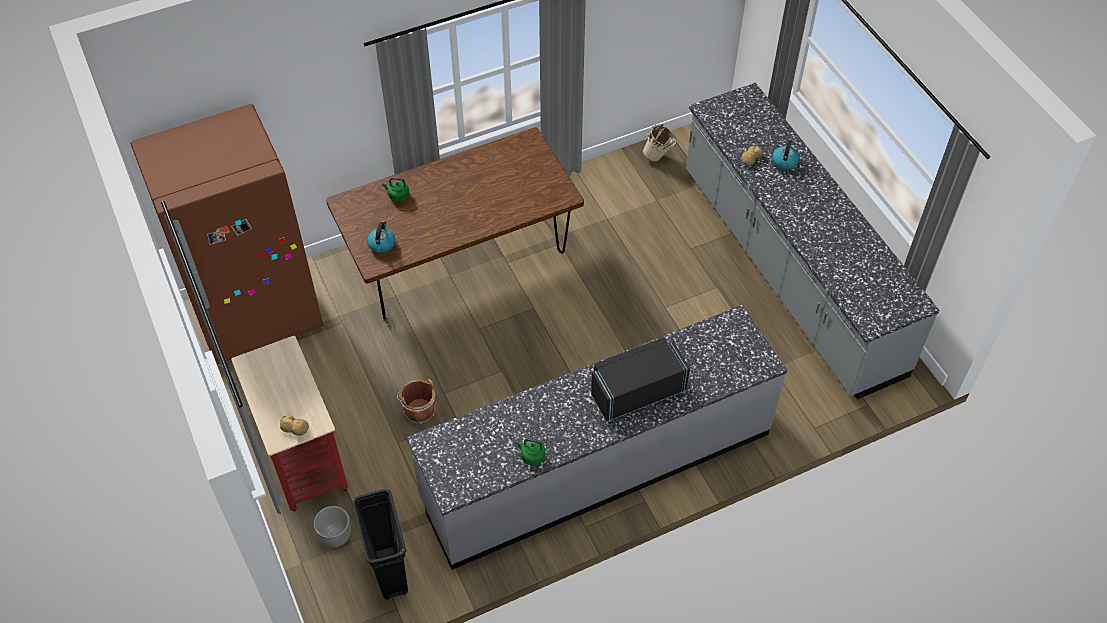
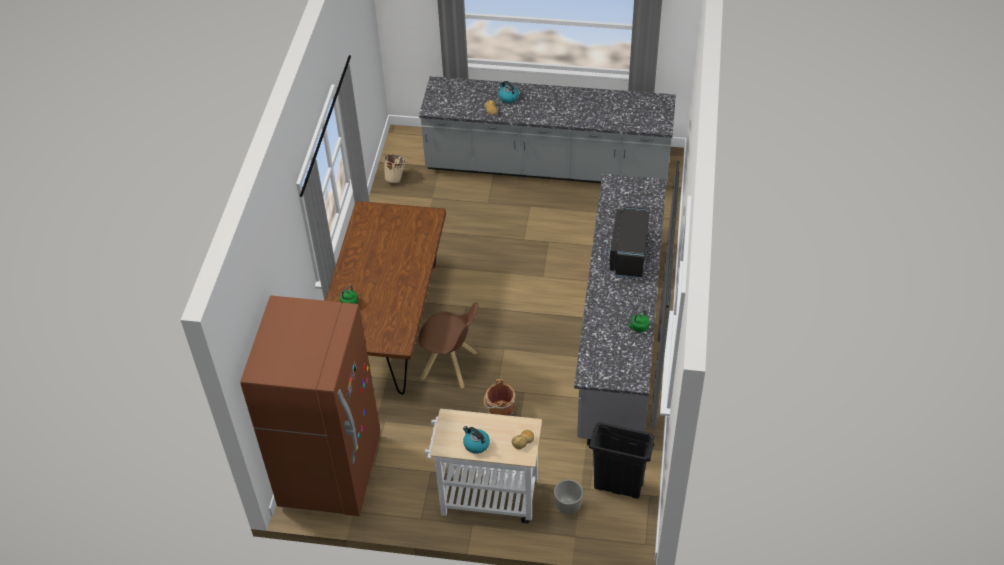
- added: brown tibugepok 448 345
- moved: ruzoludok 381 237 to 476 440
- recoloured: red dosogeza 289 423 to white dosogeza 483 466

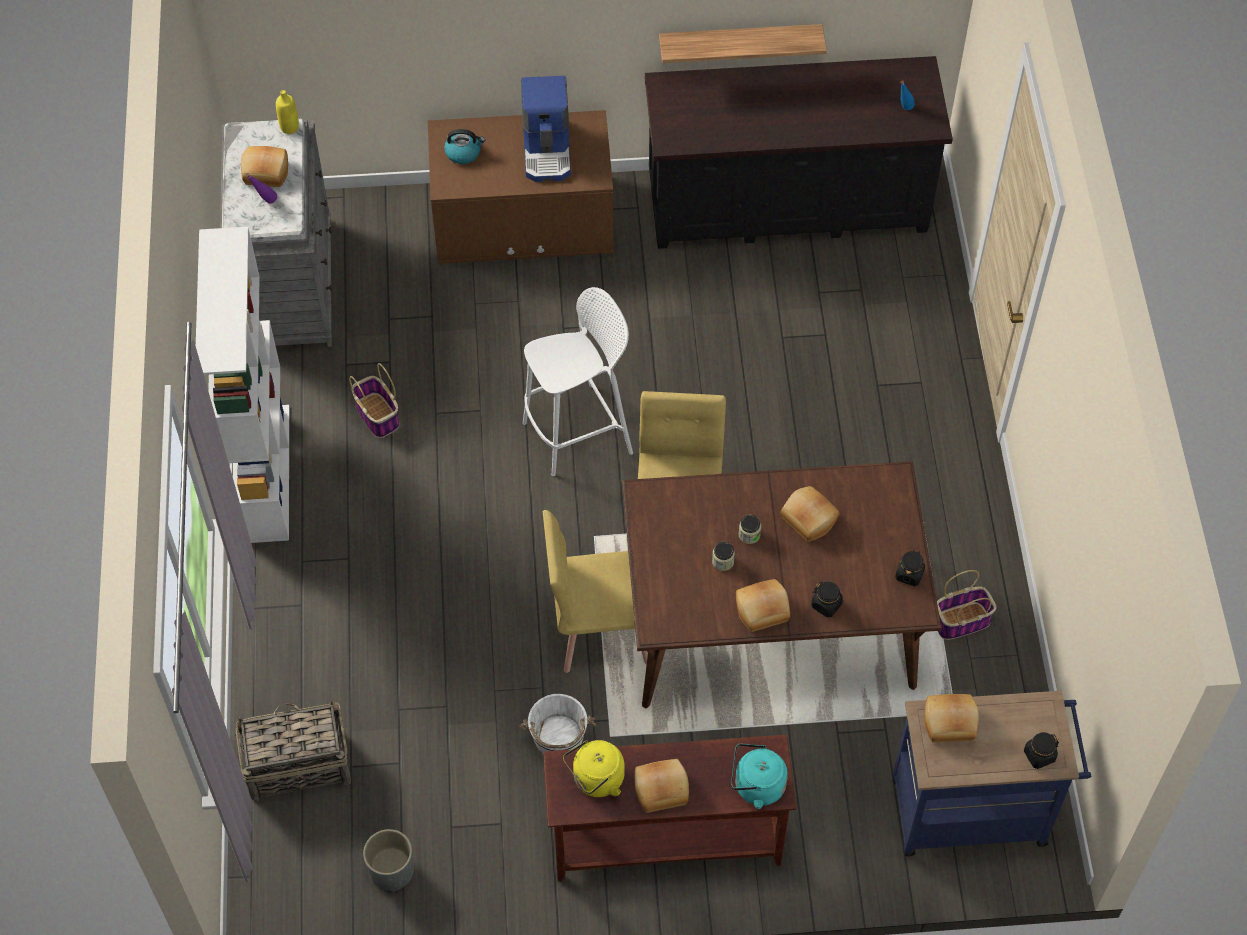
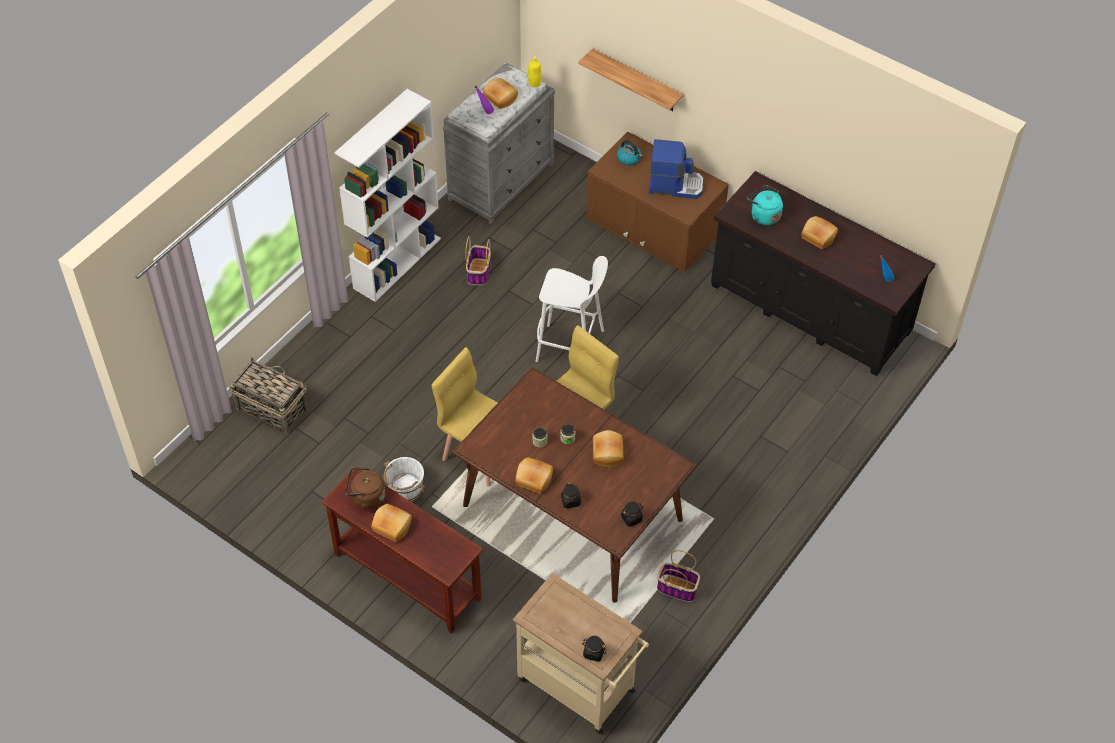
- removed: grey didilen 388 860
- moved: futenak 743 43 to 631 80
- moved: turquoise ruzoludok 759 776 to 765 205
- moved: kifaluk 951 718 to 819 232
- recoloured: yellow ruzoludok 594 768 to brown ruzoludok 365 489
- recoloured: blue dosogeza 992 773 to beige dosogeza 581 653
- turned: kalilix 546 129 = 676 169 120 degrees counterclockwise

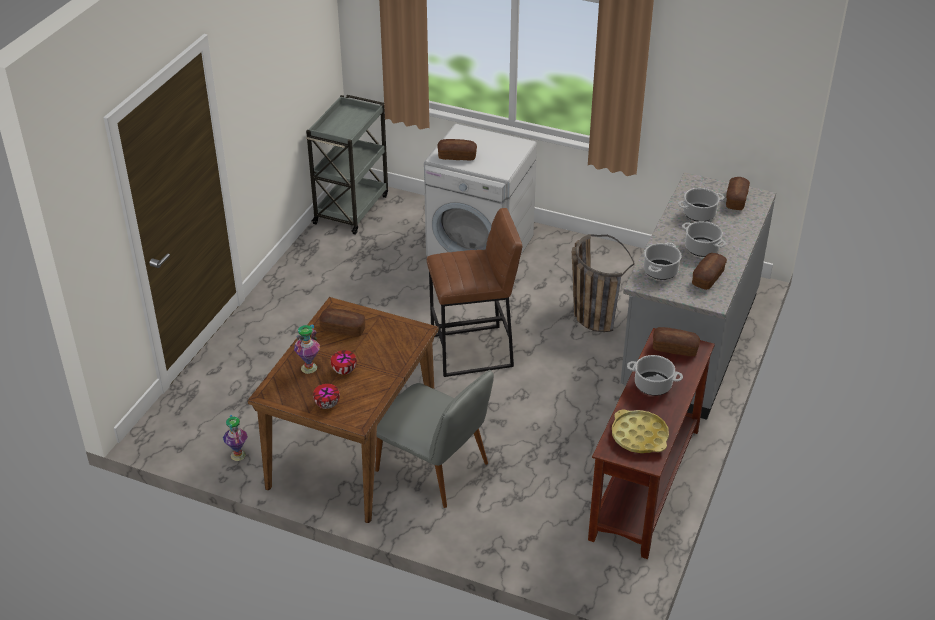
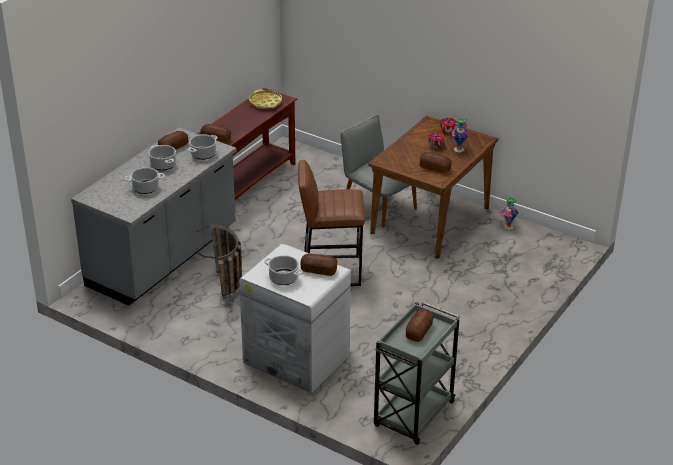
- moved: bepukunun 655 375 to 283 270
- moved: kifaluk 738 193 to 420 325

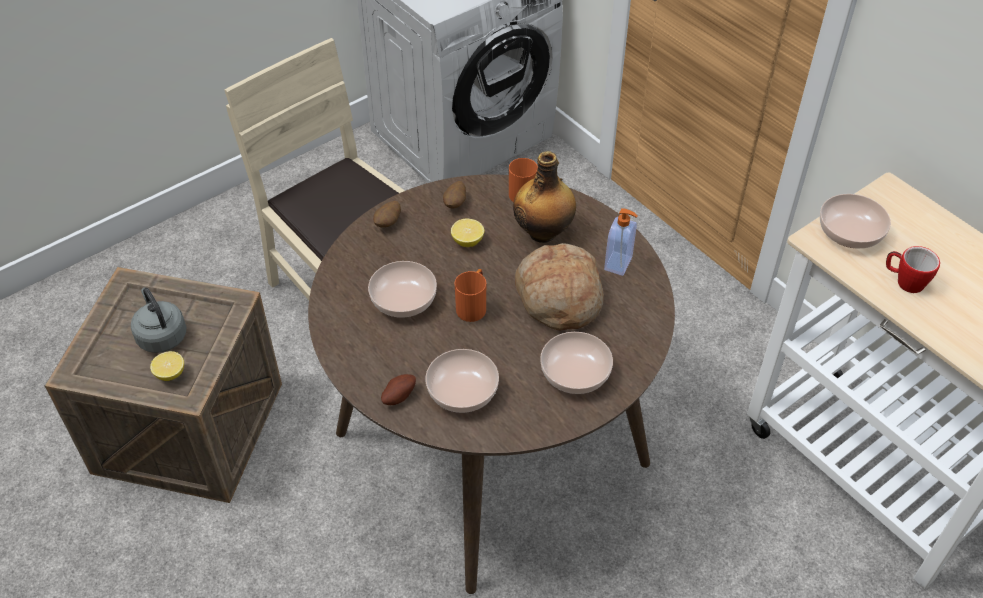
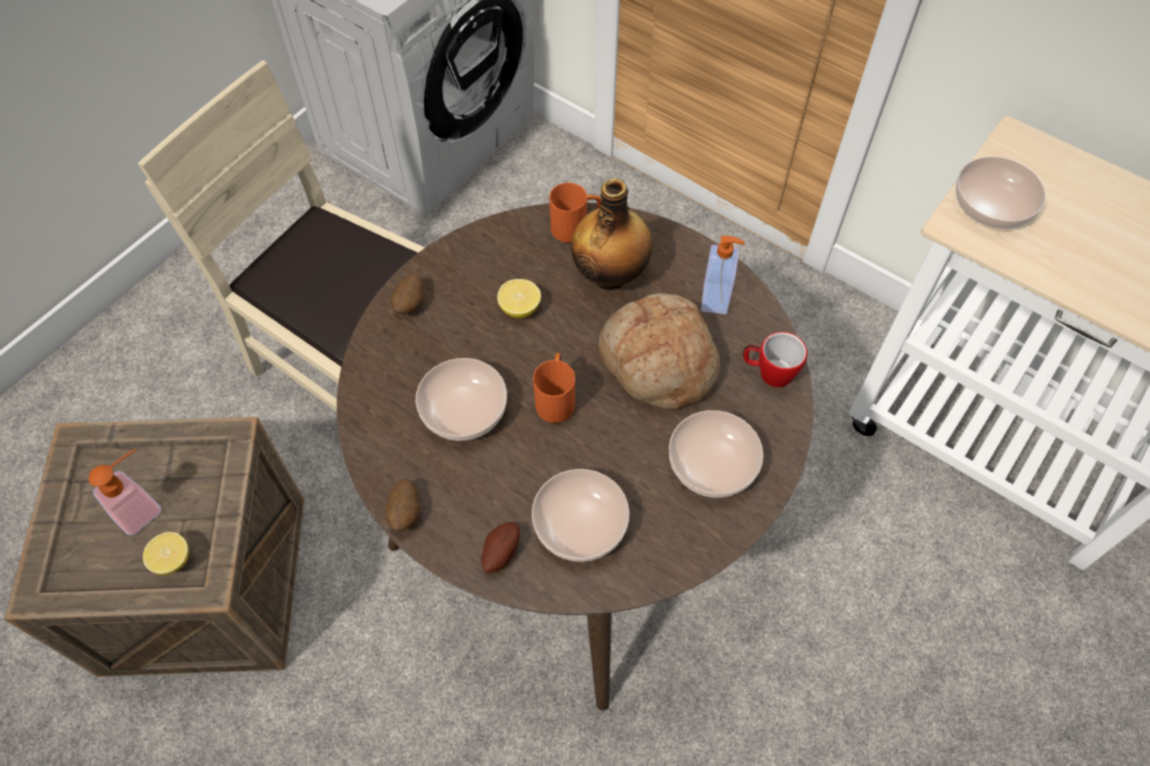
- moved: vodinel 454 195 to 402 505
- moved: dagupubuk 913 269 to 775 360
- replaced: grey ruzoludok 159 320 to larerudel 125 492

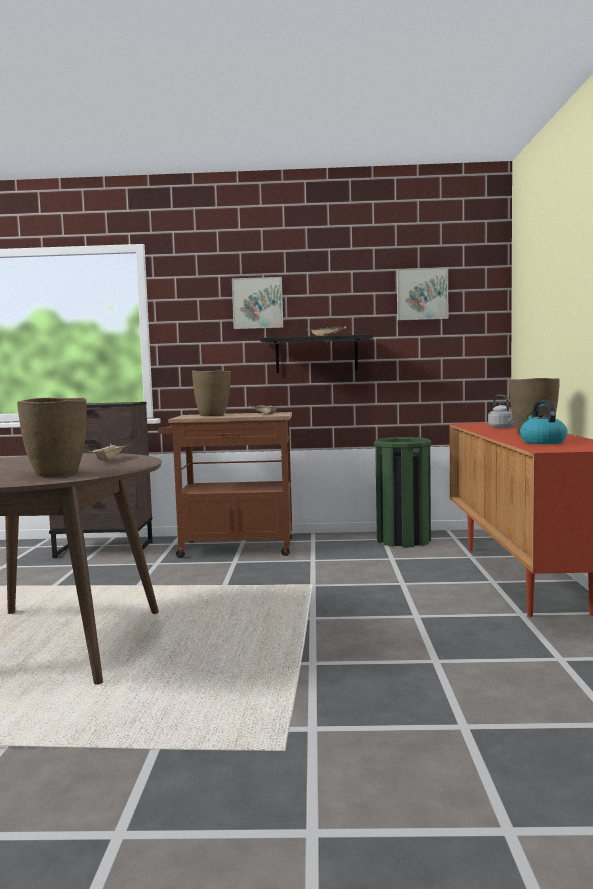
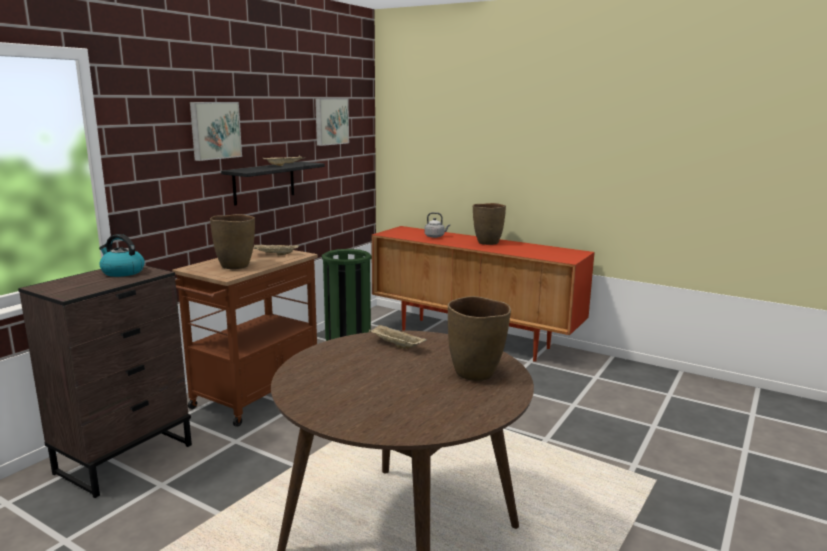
- moved: ruzoludok 544 422 to 122 255

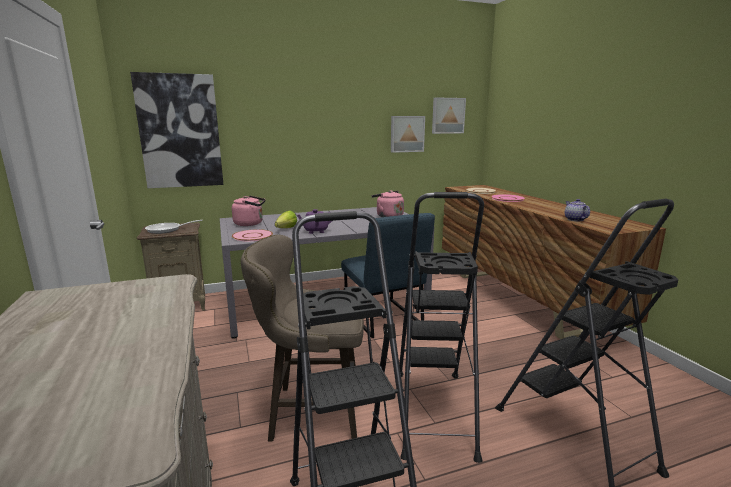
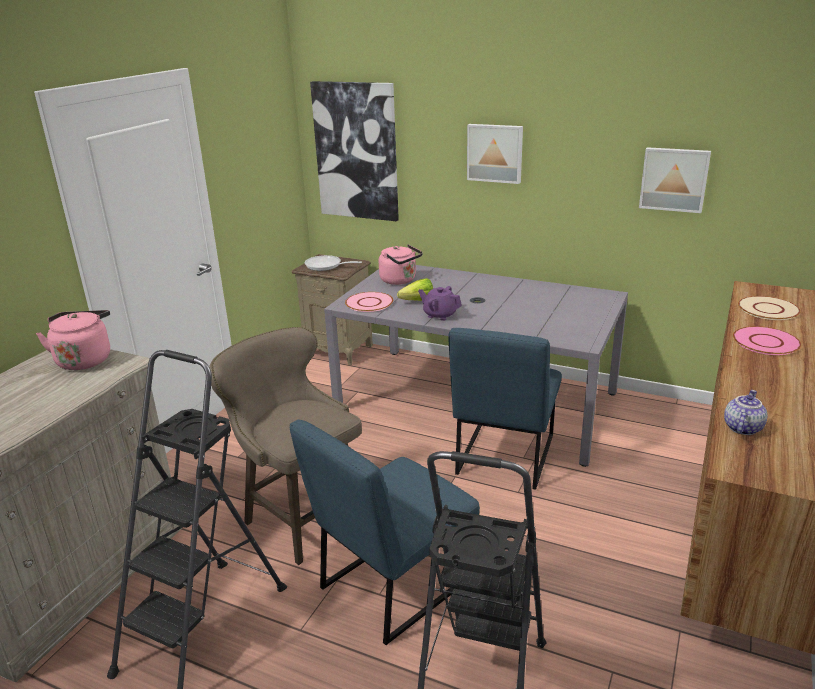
- moved: pink ruzoludok 388 203 to 73 340
- moved: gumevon 449 115 to 495 154
- replaced: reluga 441 327 to blue tibugepok 385 532

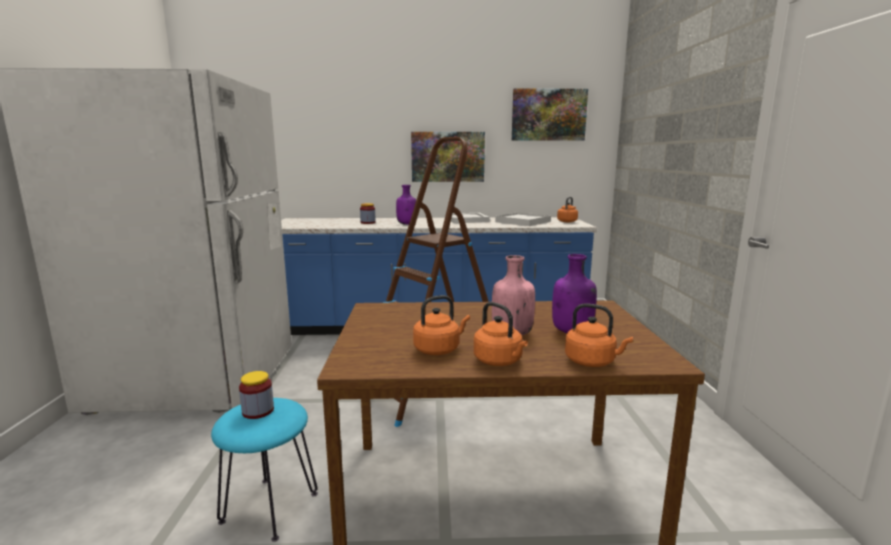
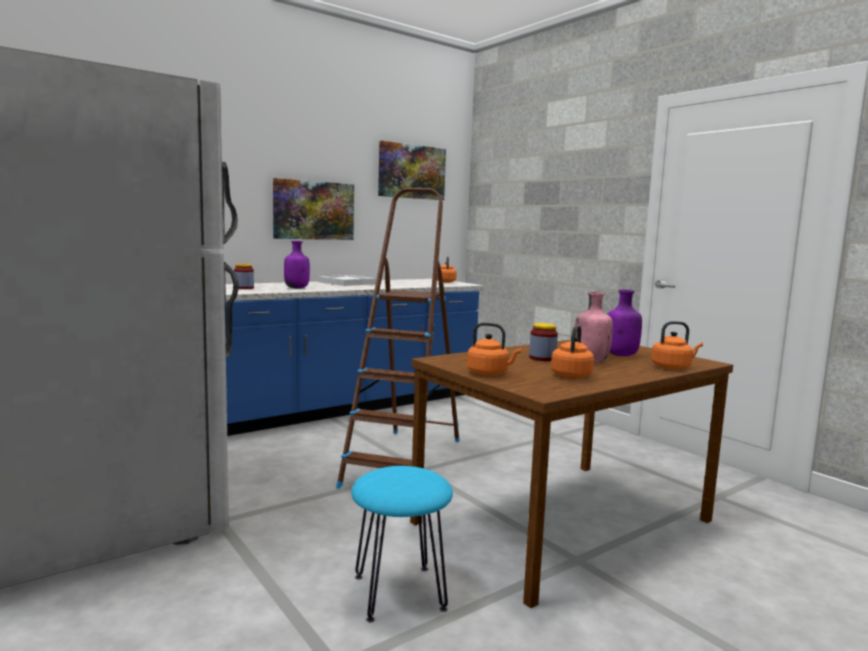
- removed: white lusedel 523 219
- moved: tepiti 256 395 to 543 342
- moved: orange ruzoludok 501 334 to 494 349

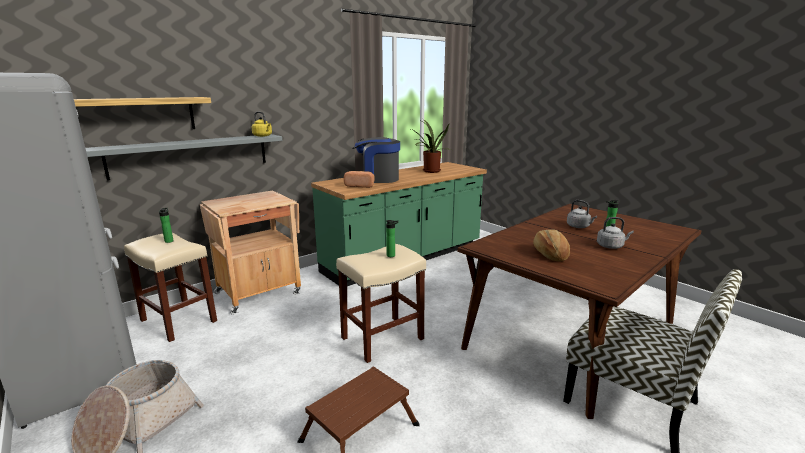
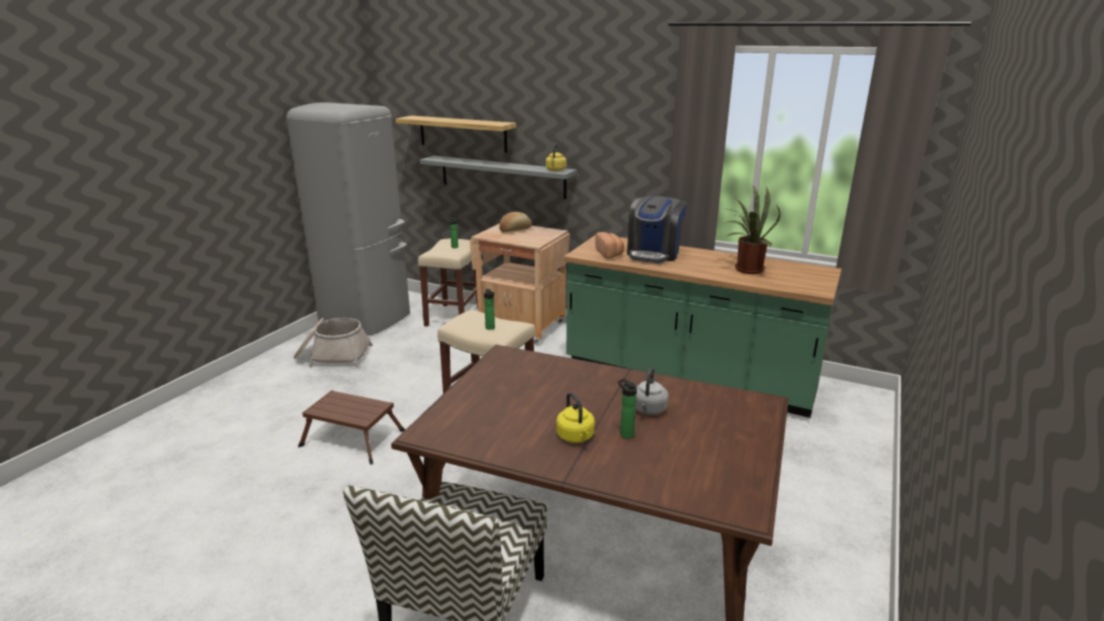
- moved: kifaluk 551 245 to 515 222
- recoloured: grey ruzoludok 615 233 to yellow ruzoludok 576 417
- turned: kalilix 376 160 = 657 229 135 degrees counterclockwise

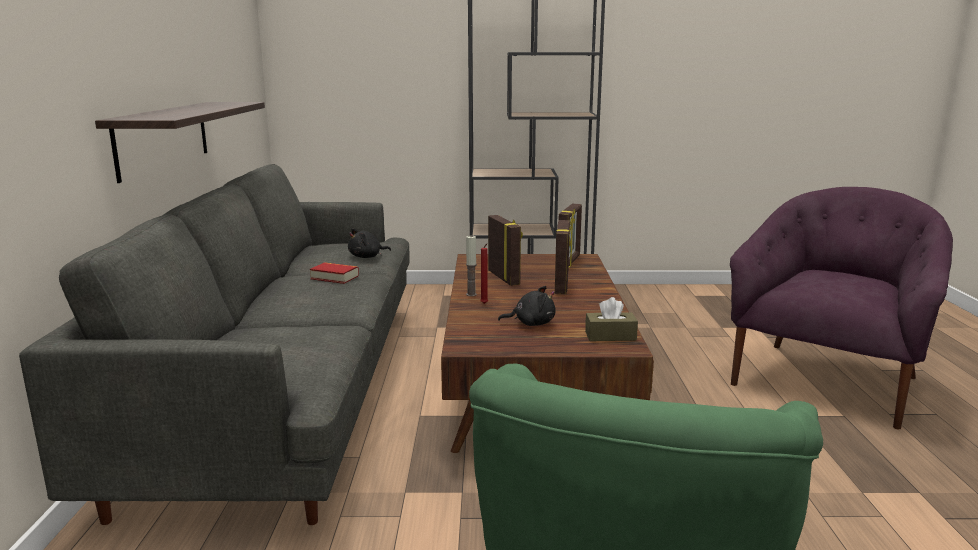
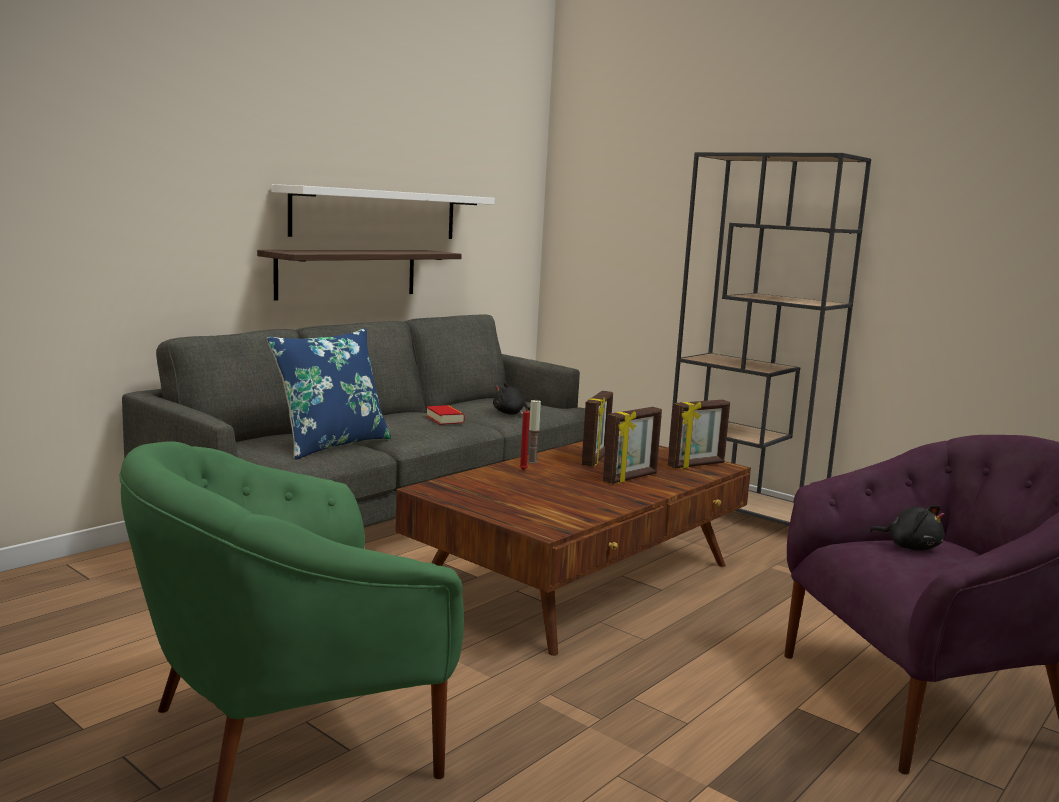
- removed: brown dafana 611 319
- added: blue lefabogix 329 394
- added: white futenak 383 211
- moved: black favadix 527 306 to 906 528

